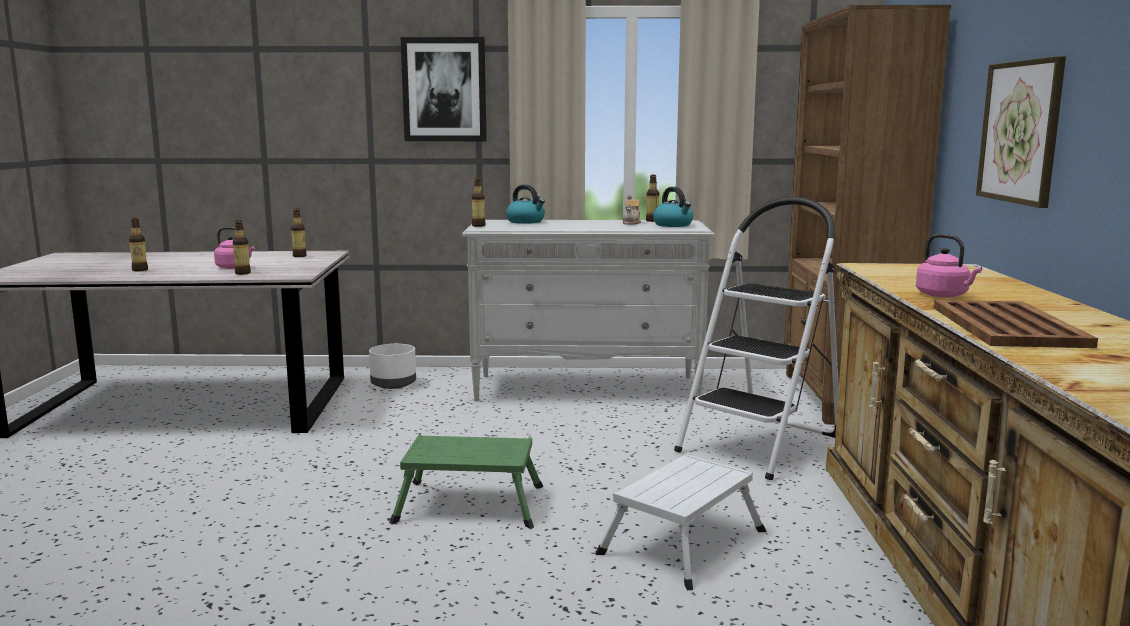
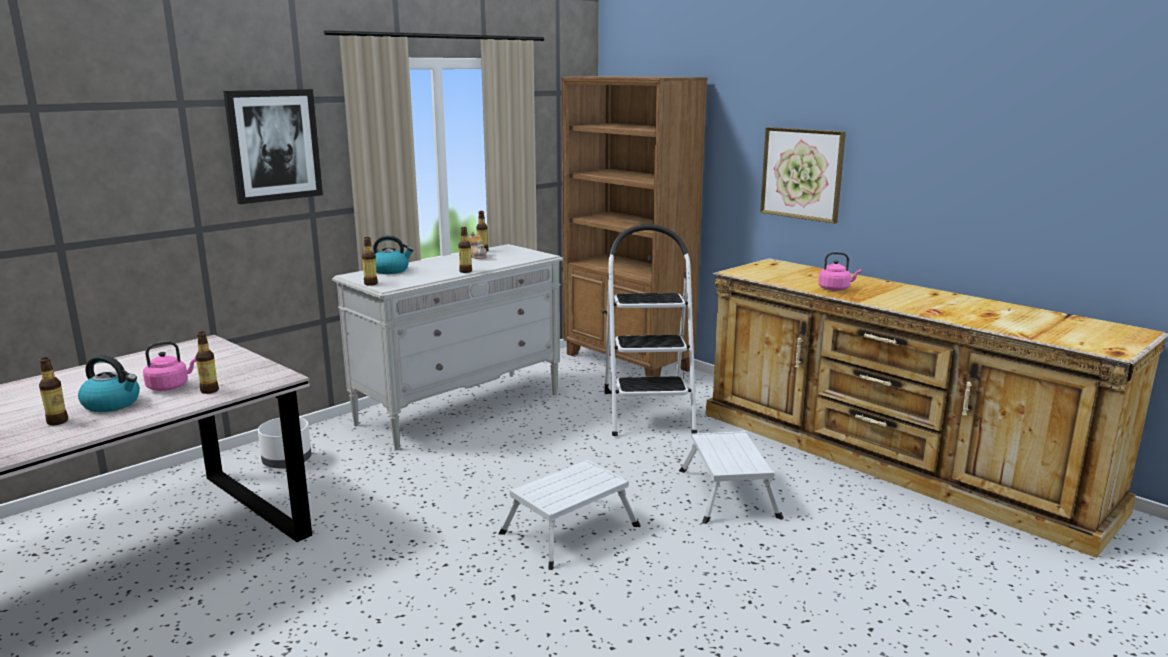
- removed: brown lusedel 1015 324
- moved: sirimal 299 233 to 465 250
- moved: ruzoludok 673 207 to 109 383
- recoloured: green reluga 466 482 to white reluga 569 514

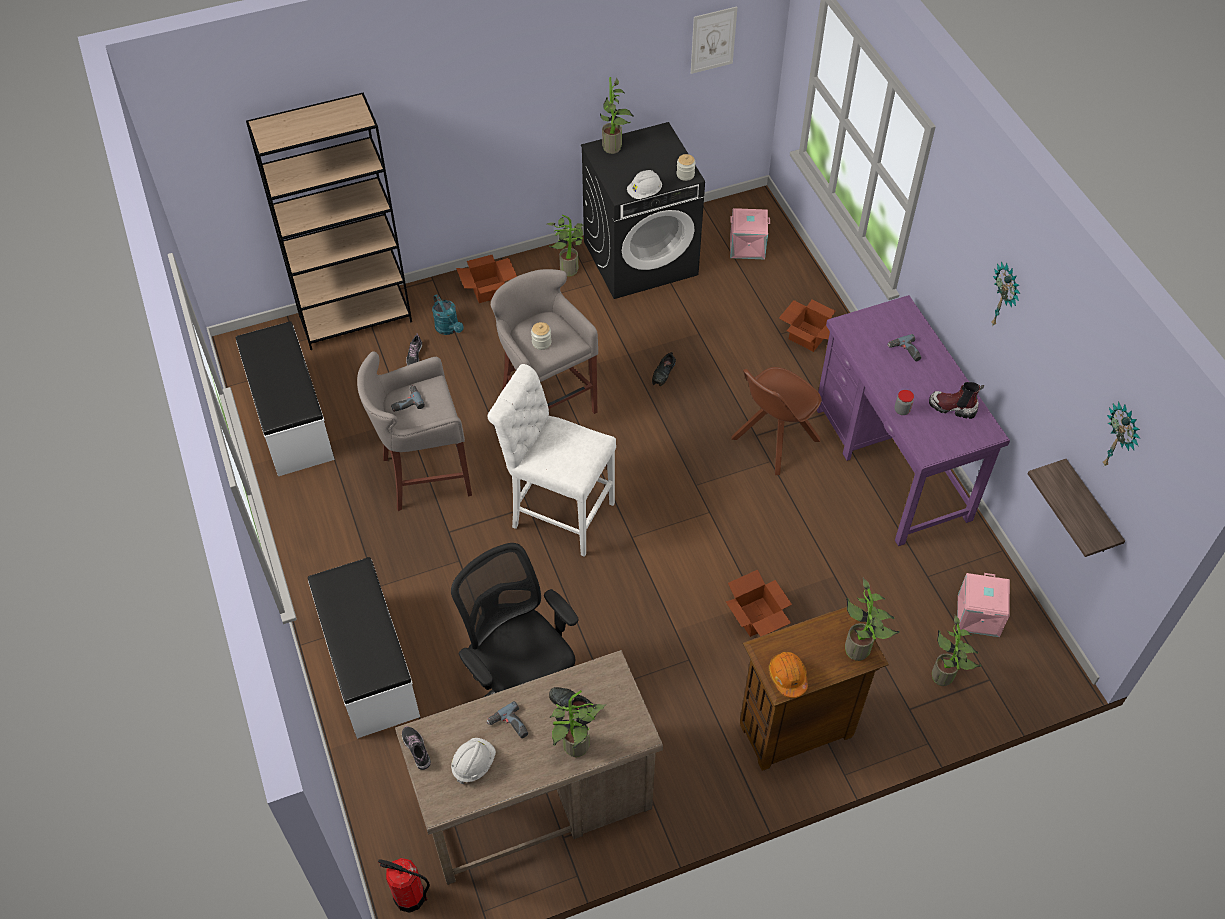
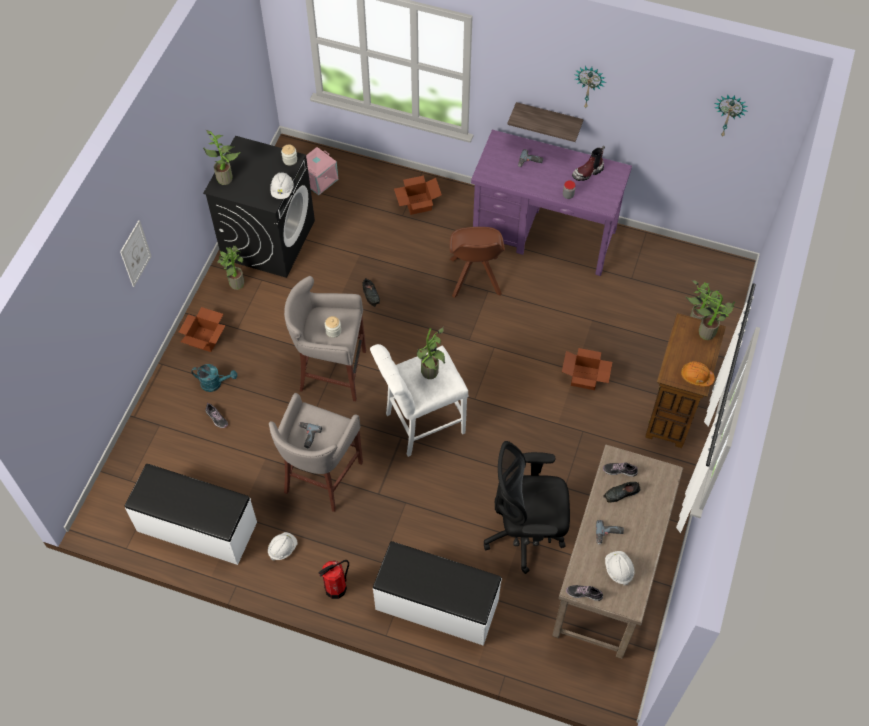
- removed: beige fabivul 329 221
- removed: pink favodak 983 605
- added: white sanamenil 283 546
- added: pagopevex 620 469
- moved: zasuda 404 885 to 333 579
- moved: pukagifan 578 723 to 431 352
- moved: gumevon 714 40 to 135 253
- moved: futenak 1076 508 to 545 122

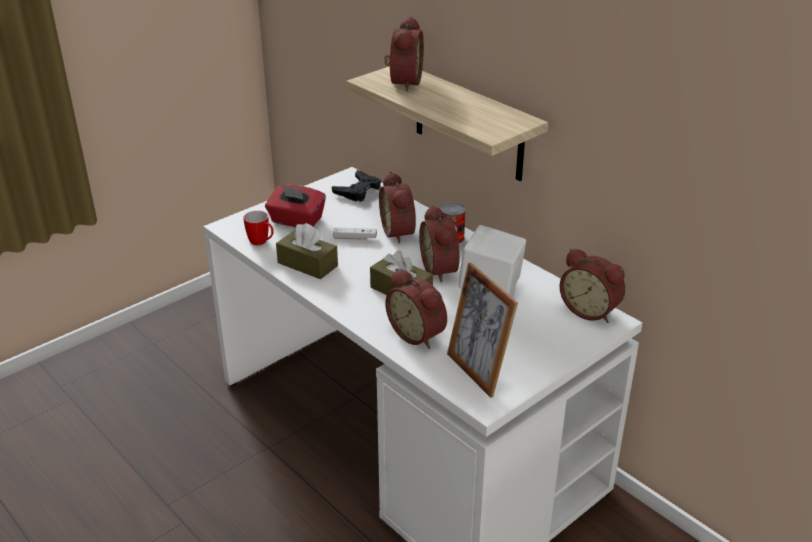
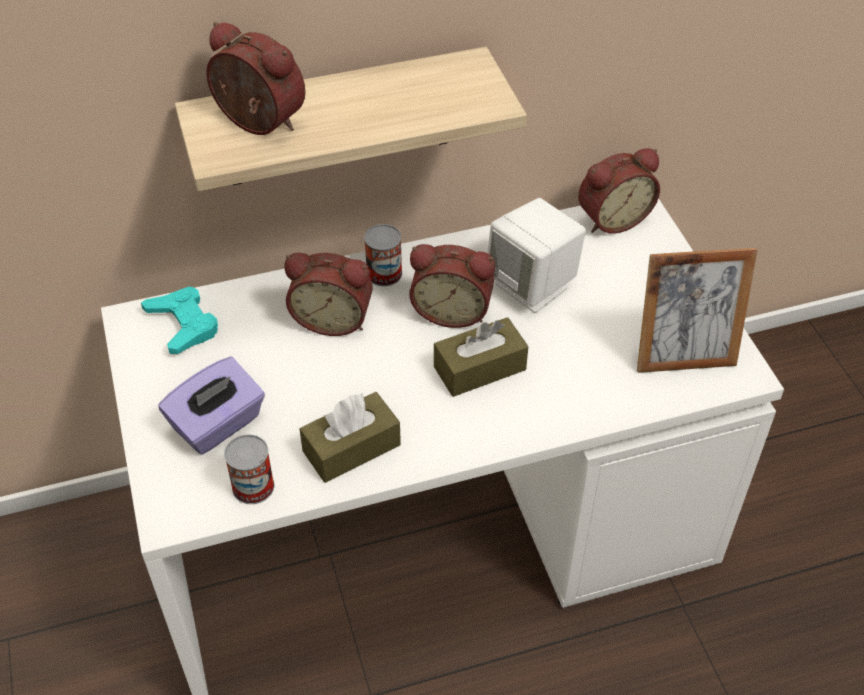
- removed: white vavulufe 355 233
- removed: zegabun 416 309
- replaced: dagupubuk 258 228 to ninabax 249 469
- recoloured: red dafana 295 205 to purple dafana 212 405
- recoloured: black vavulufe 356 186 to turquoise vavulufe 179 320

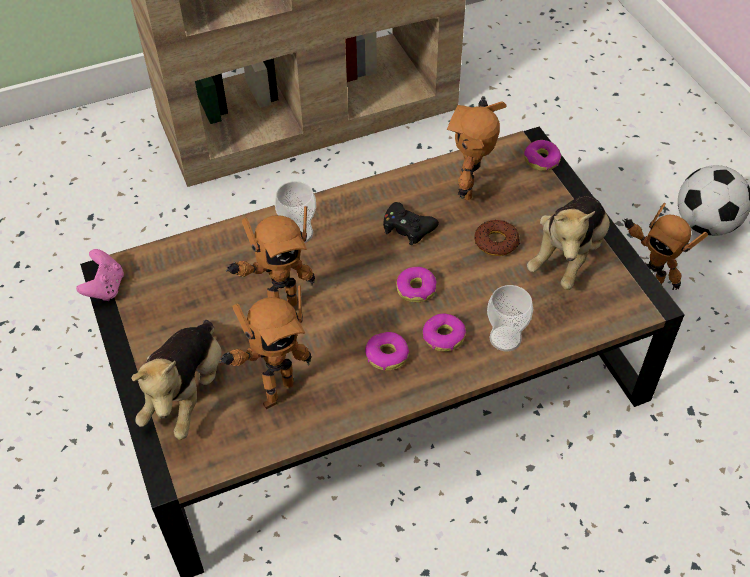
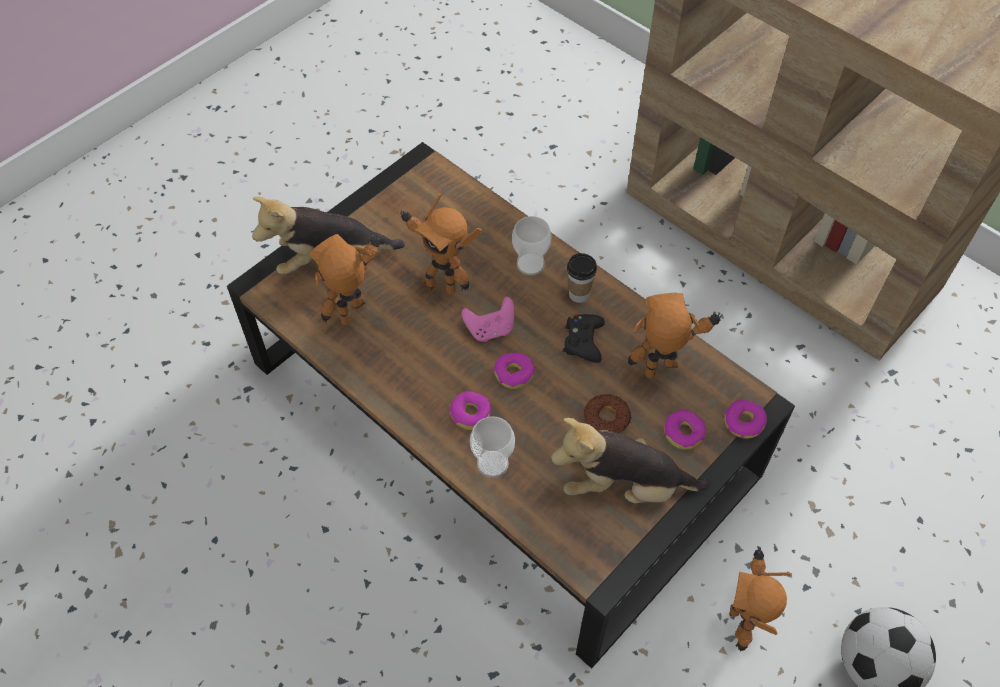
- added: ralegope 582 278
- moved: pink vavulufe 100 275 to 488 319
- moved: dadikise 387 351 to 685 430
- turned: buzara 265 347 = 345 279 105 degrees clockwise

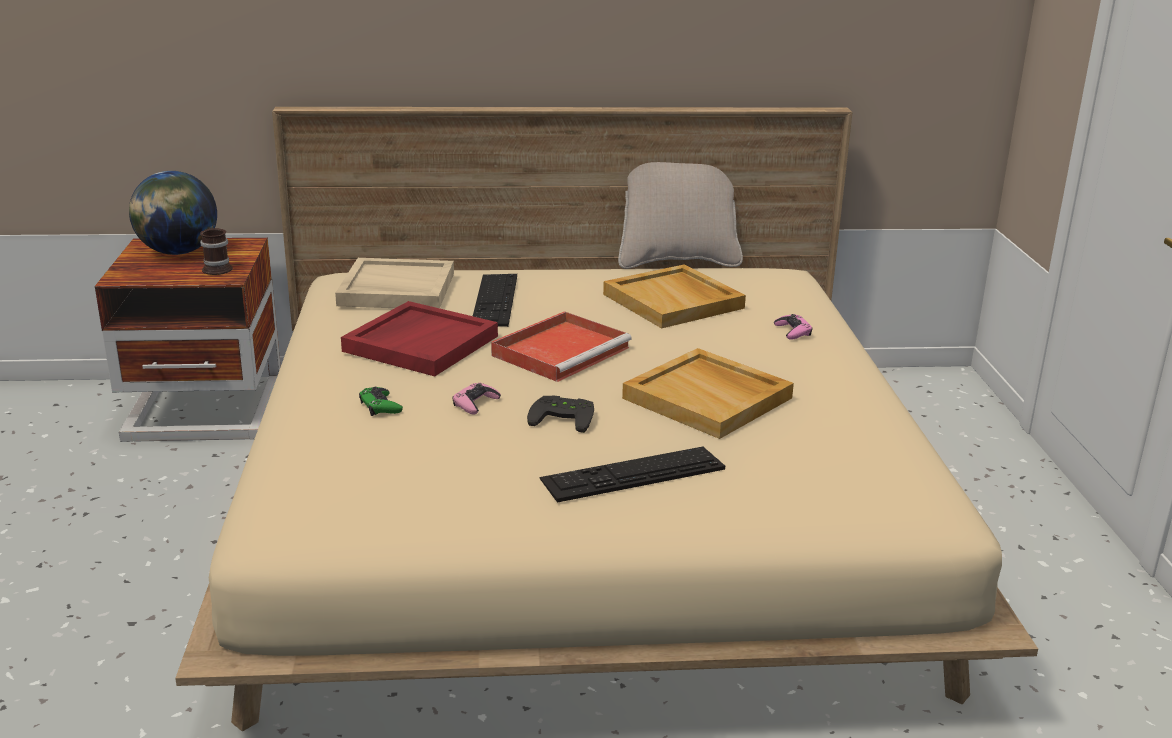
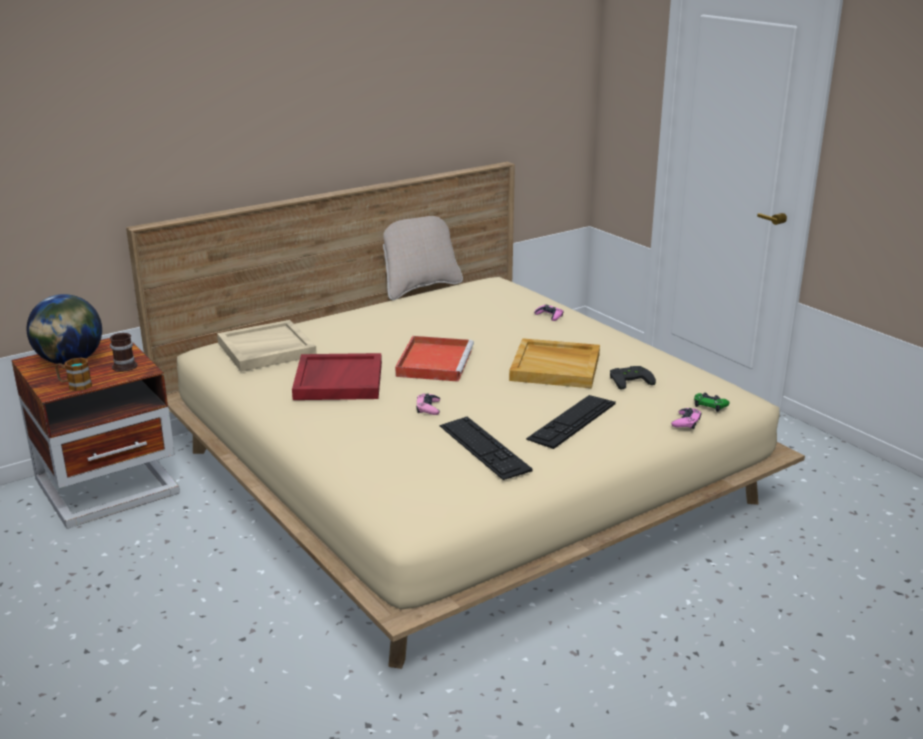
- removed: beige lusedel 674 296
- added: dagupubuk 73 374
- added: pink vavulufe 686 418
- moved: green vavulufe 381 401 to 711 402
- moved: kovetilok 495 300 to 486 448
- moved: black vavulufe 560 414 to 633 378

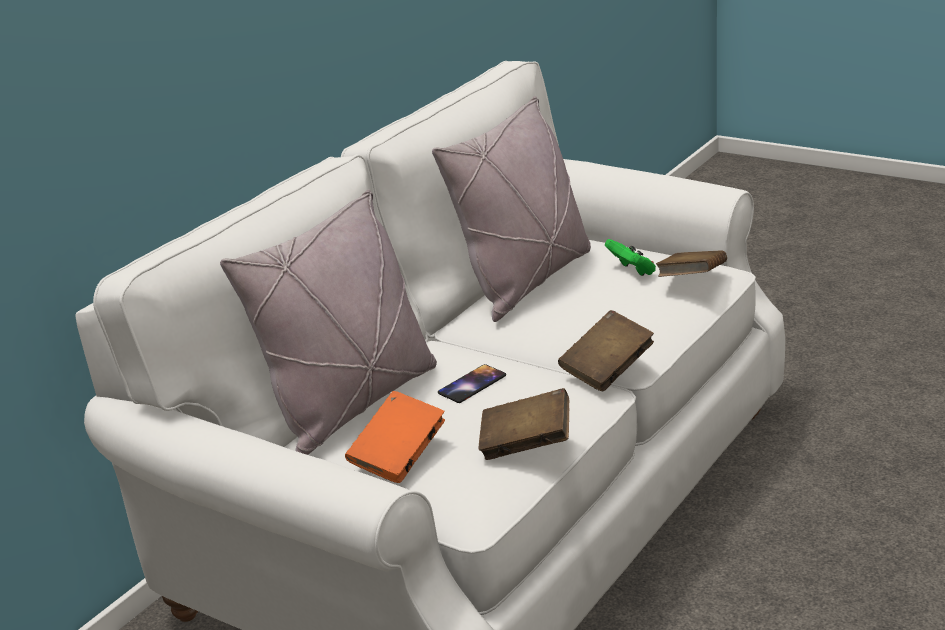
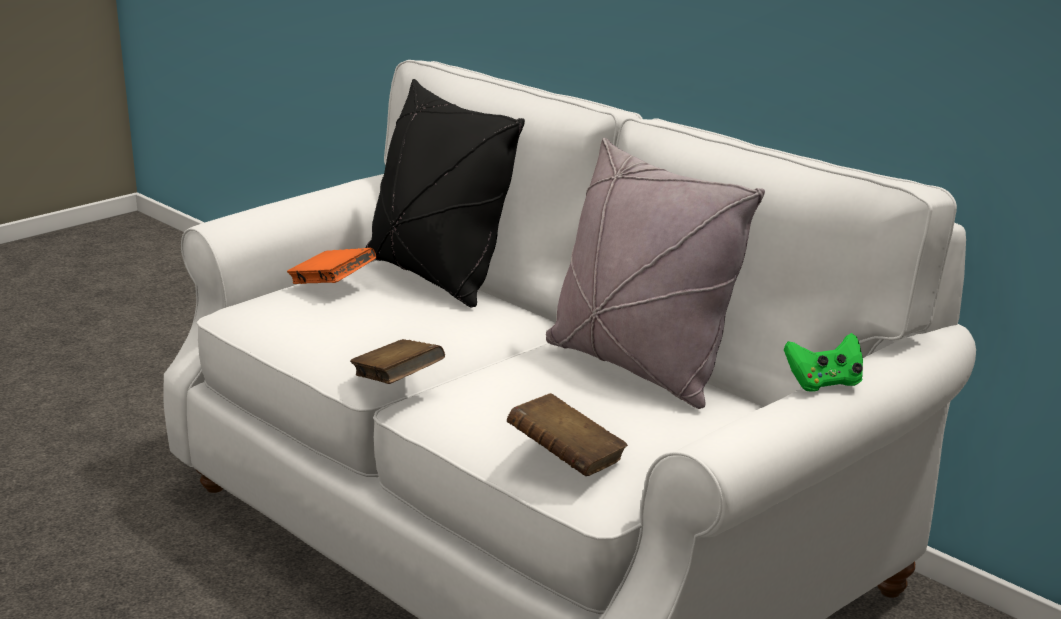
- removed: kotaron 472 383
- removed: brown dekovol 524 424
- moved: green vavulufe 630 257 to 823 362
- recoloured: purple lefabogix 328 322 to black lefabogix 445 193

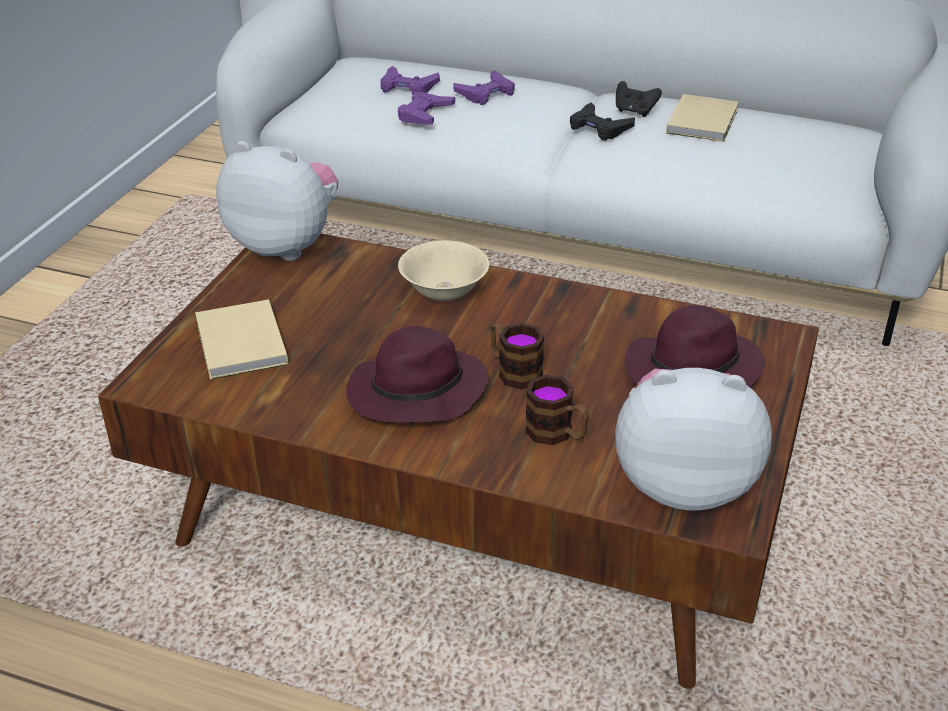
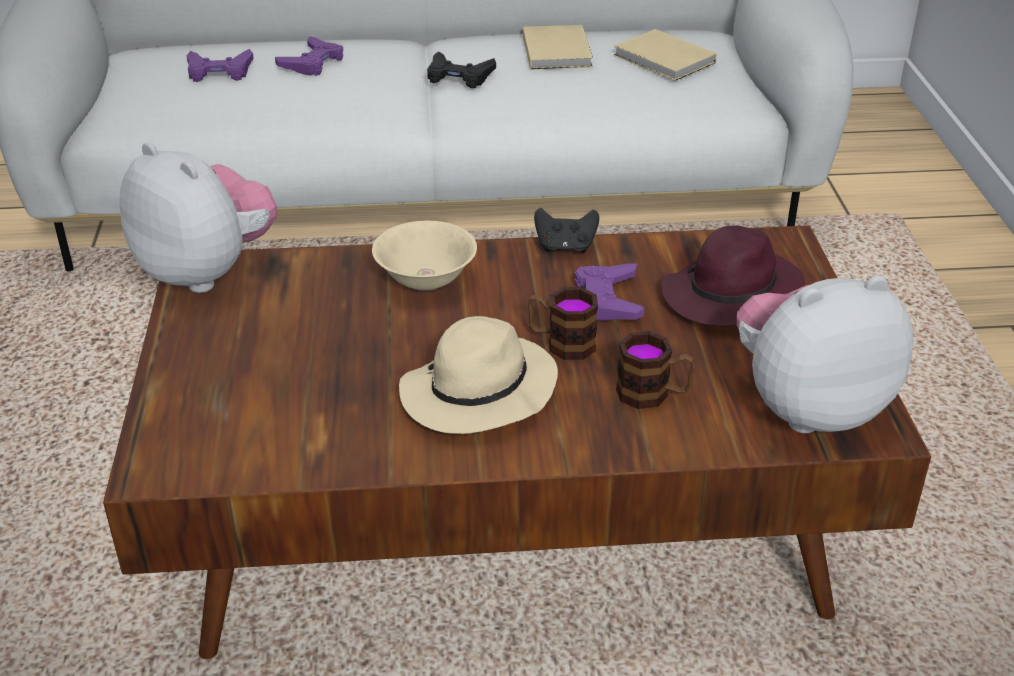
- moved: beige dekovol 241 339 to 665 55
- moved: purple vavulufe 426 108 to 609 292
- moved: black vavulufe 639 99 to 566 230
- recoloured: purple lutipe 417 374 to beige lutipe 478 375
- turned: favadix 277 201 = 198 217 45 degrees clockwise

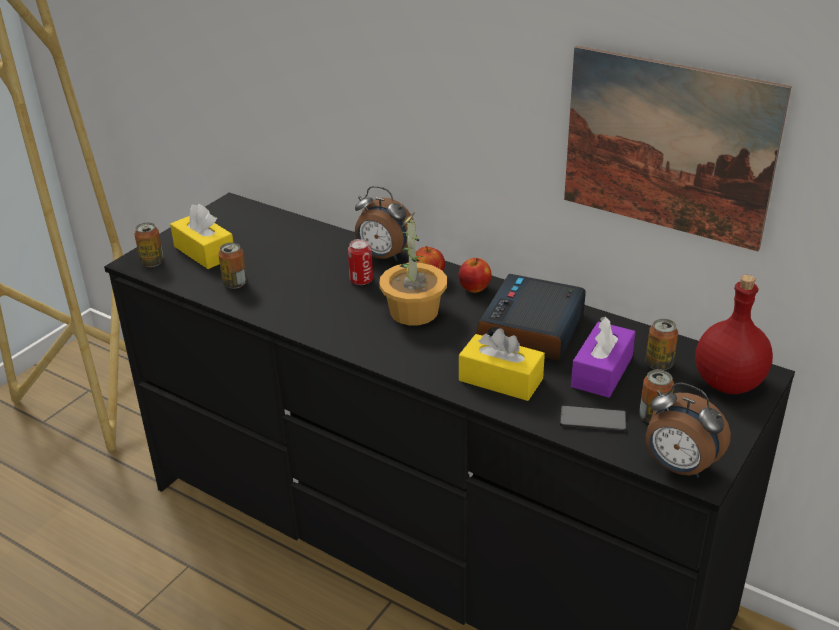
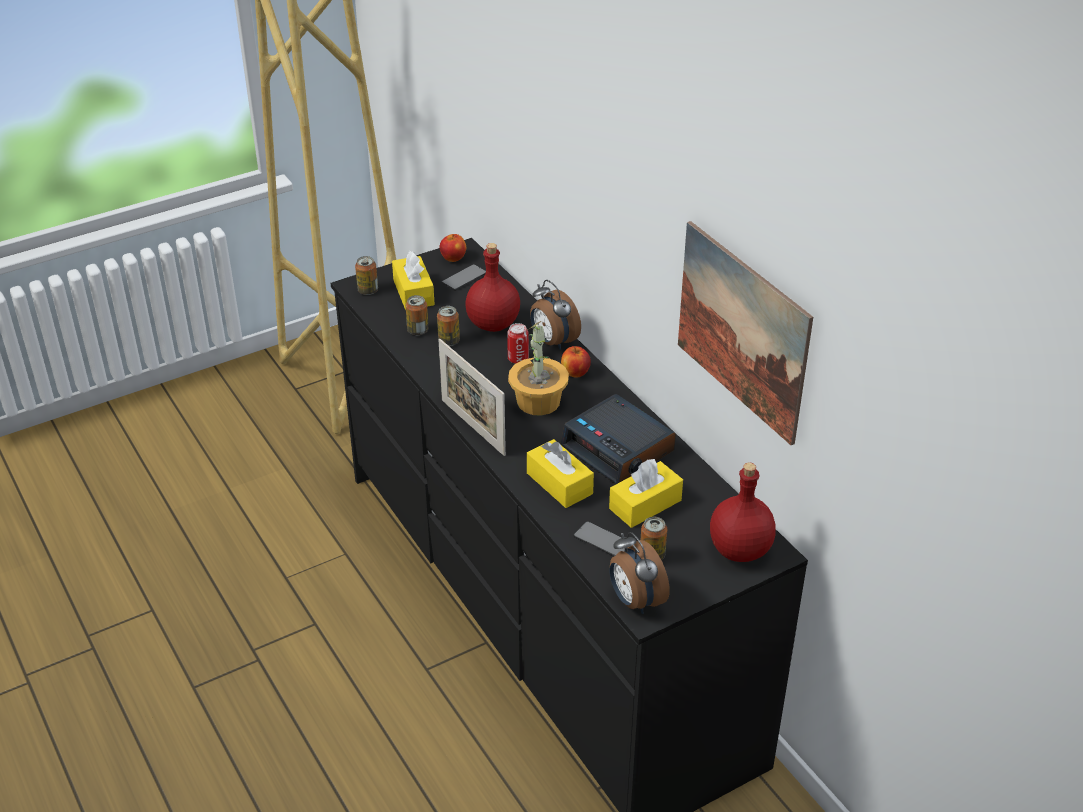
- added: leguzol 472 397
- added: kotaron 464 277
- added: red sirimal 492 287
- moved: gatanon 475 275 to 452 248
- moved: ninabax 662 344 to 448 326
- recoloured: purple dafana 603 357 to yellow dafana 646 493
- turned: zegabun 531 317 = 618 439 90 degrees counterclockwise

